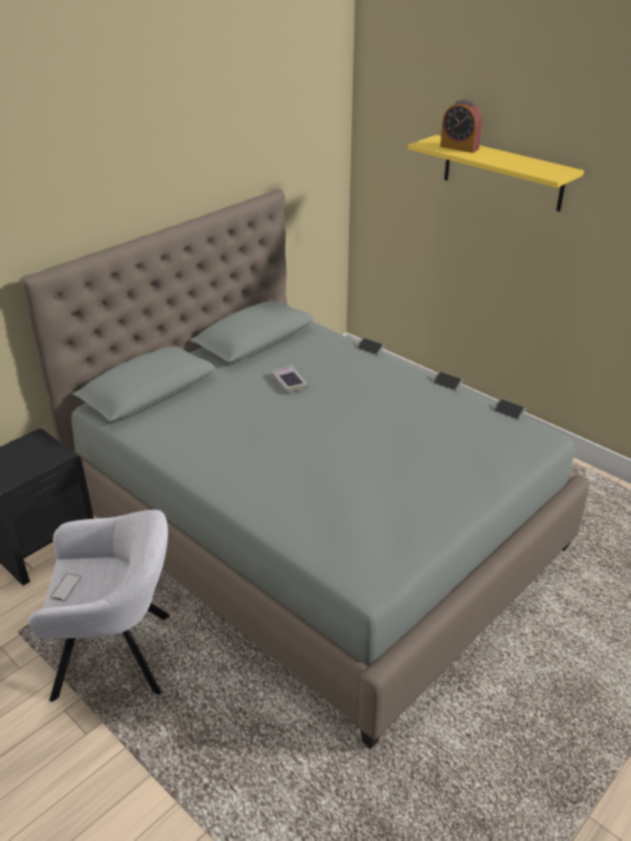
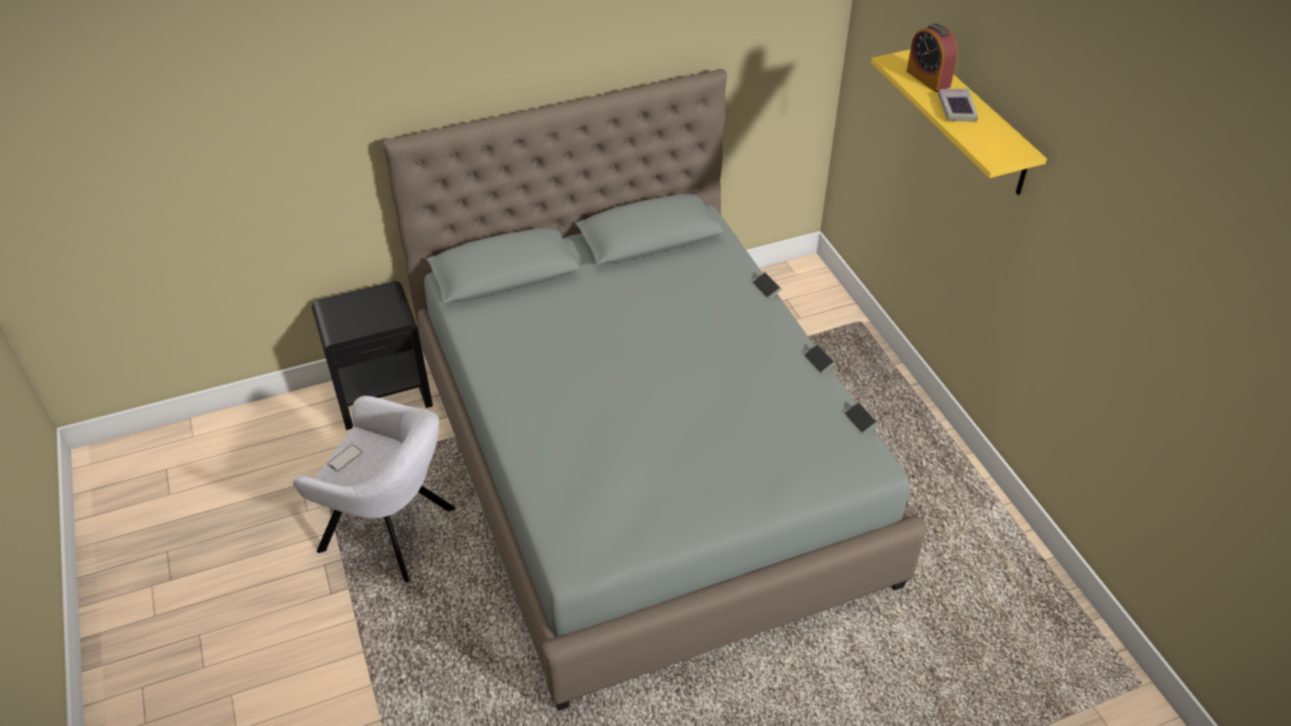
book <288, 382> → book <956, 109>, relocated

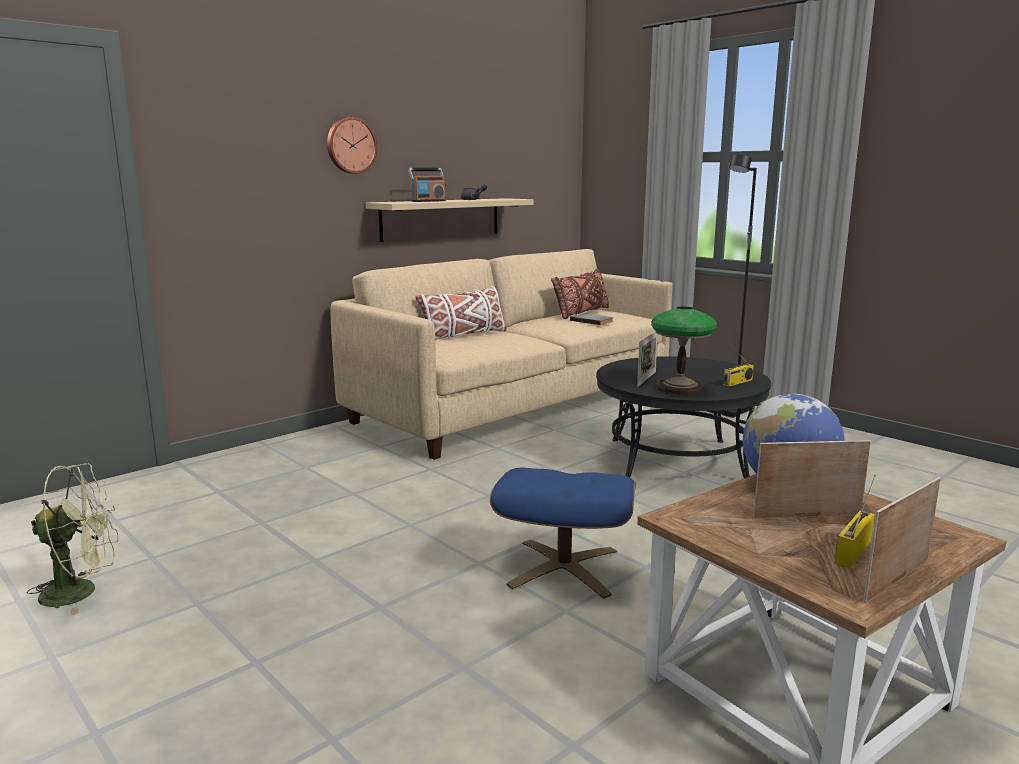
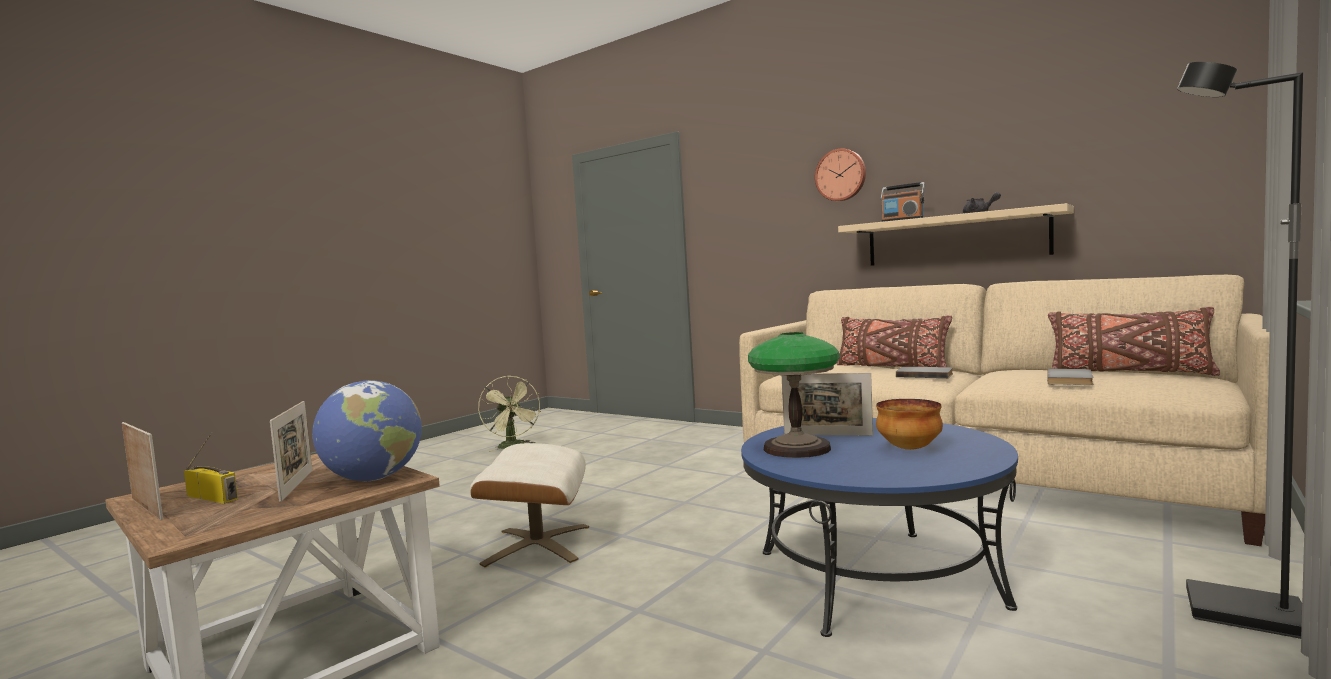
white pillow <463, 335> → brown pillow <891, 368>
blue ottoman <563, 568> → beige ottoman <537, 545>
black coffee table <676, 460> → blue coffee table <876, 577>
radio <737, 382> → -
- → bowl <910, 448>
- → grey book <924, 375>

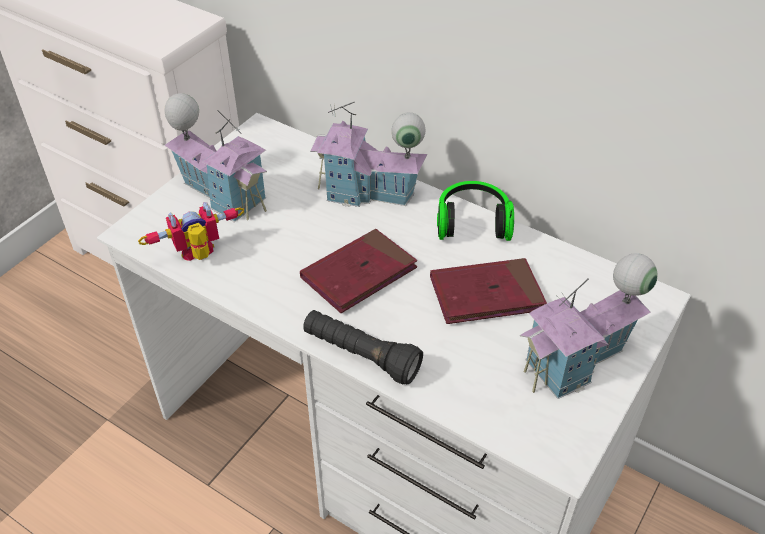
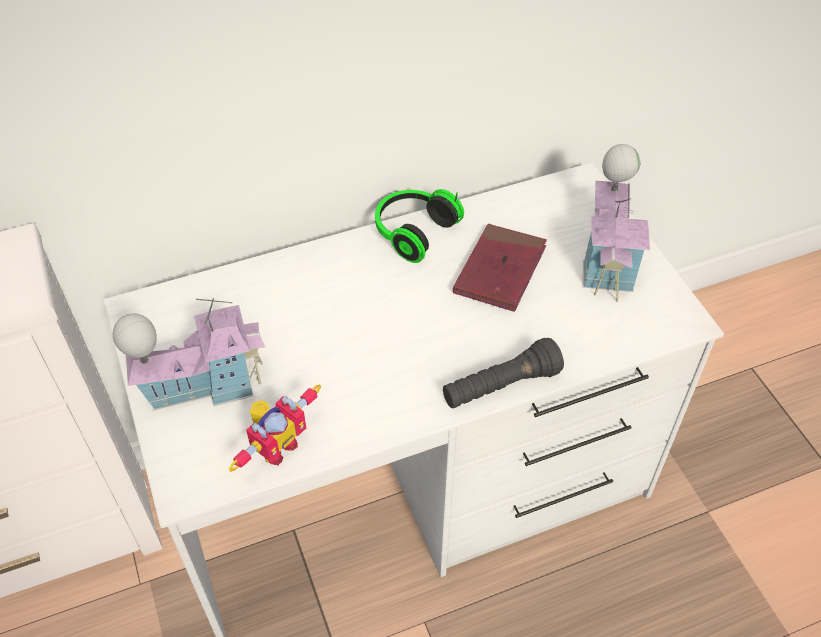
toy robot <199, 256> → toy robot <276, 446>, 150 degrees counterclockwise
red book <359, 274> → -
toy house <368, 193> → -

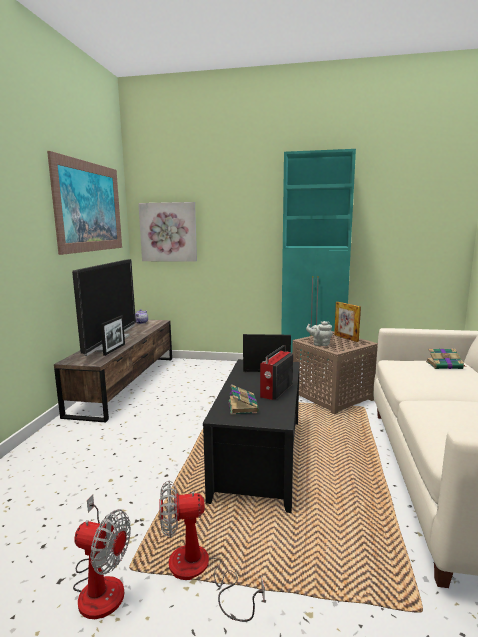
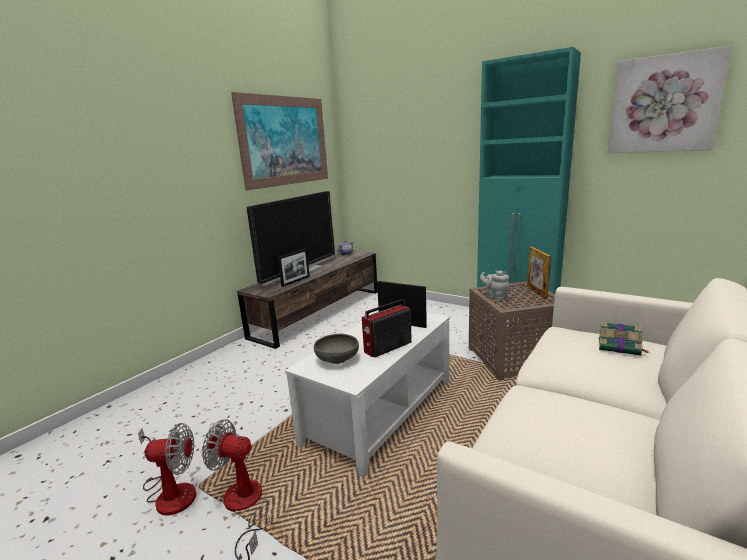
fan <100, 584> → fan <171, 491>, 45 degrees counterclockwise
picture <168, 232> → picture <664, 104>, relocated
black coffee table <259, 457> → white coffee table <380, 411>
book <243, 406> → grey bowl <337, 359>

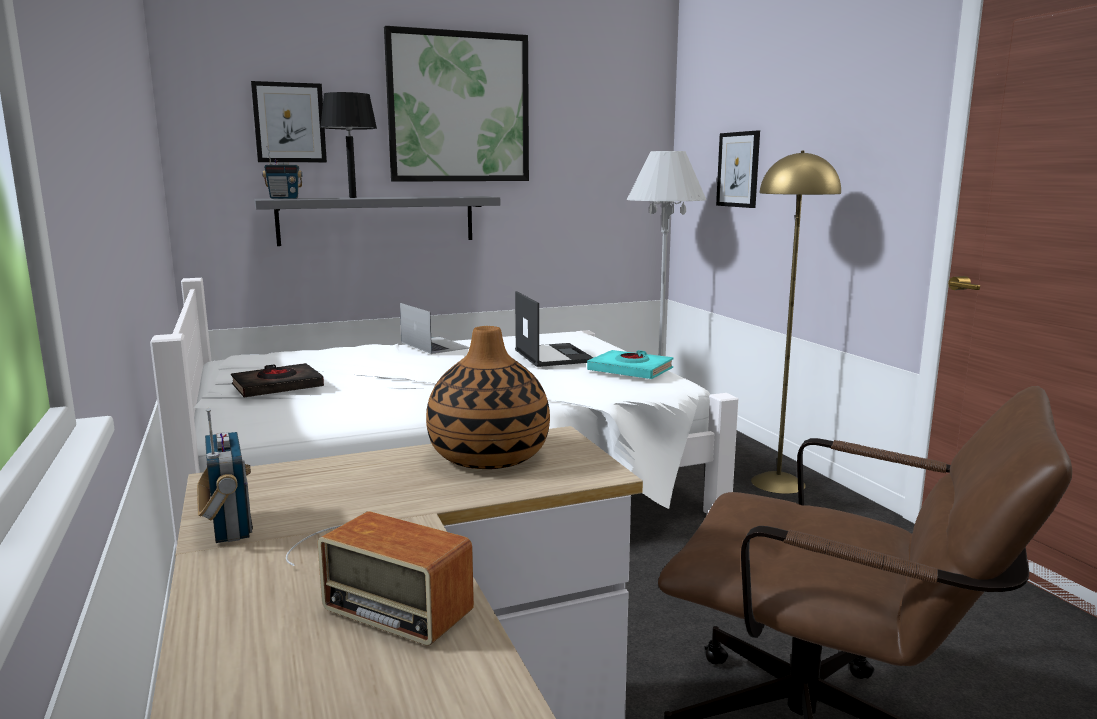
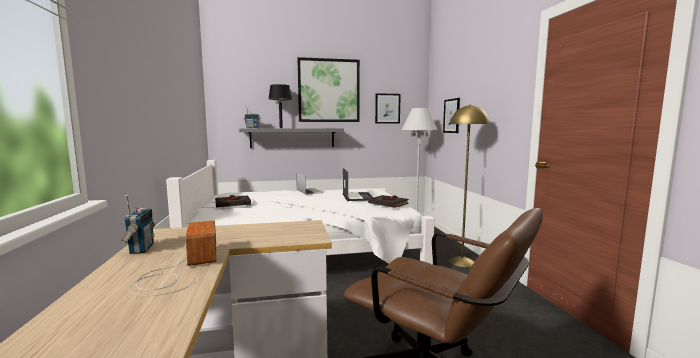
picture <289, 122> → picture <387, 108>, relocated
radio <376, 573> → radio <180, 269>, 150 degrees counterclockwise
vase <488, 456> → -
turquoise book <630, 370> → black book <388, 204>

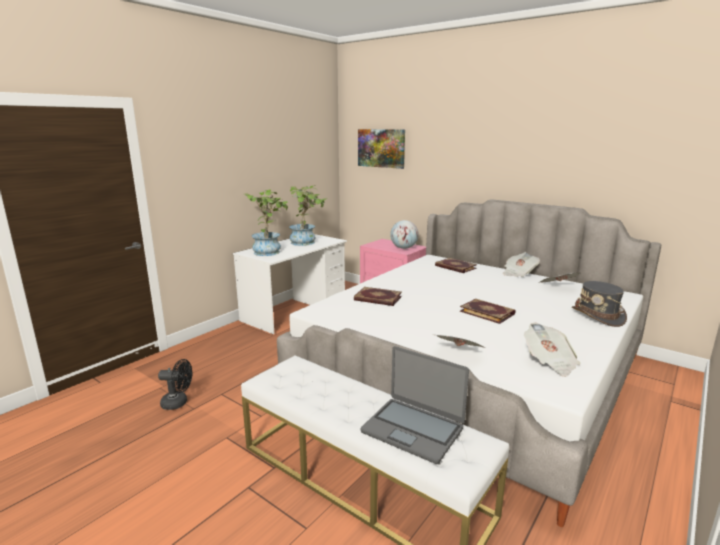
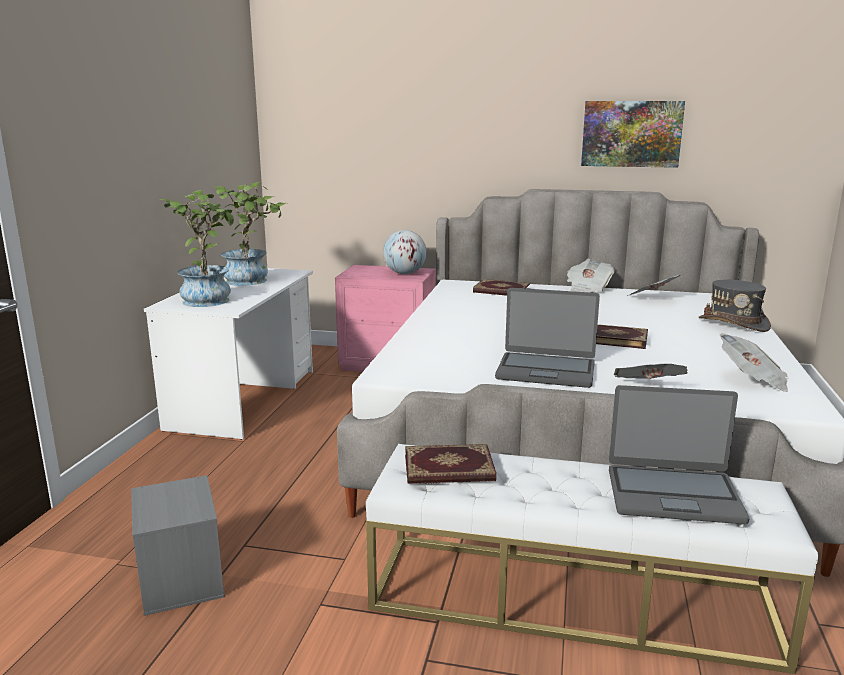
black fan <178, 403> → grey storage box <180, 578>
book <377, 298> → book <449, 469>, relocated
picture <381, 148> → picture <631, 134>, relocated
- → laptop <546, 371>

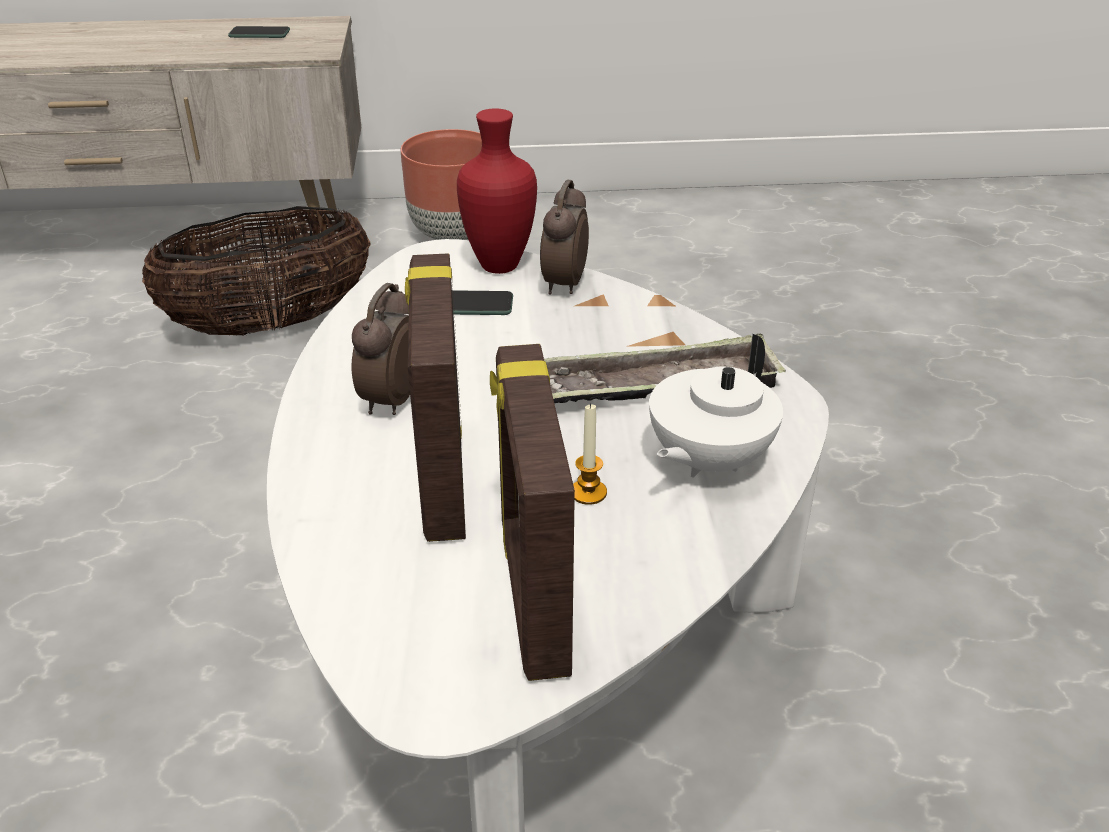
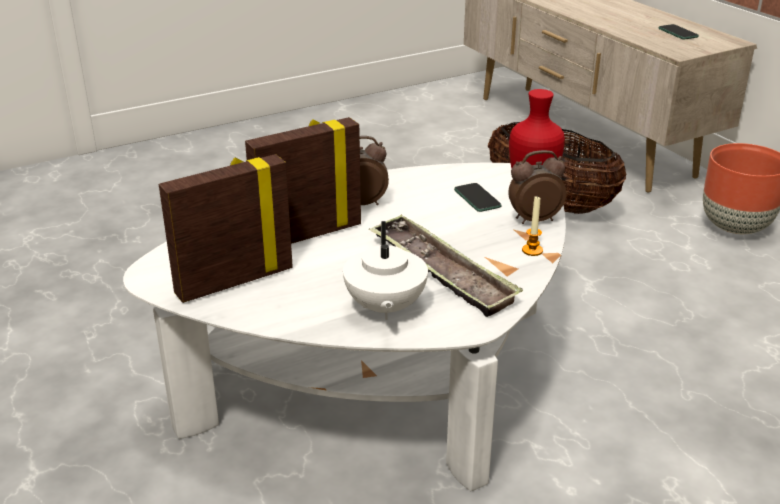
candle <588, 493> → candle <532, 250>, relocated
white teapot <707, 460> → white teapot <384, 308>, 105 degrees counterclockwise

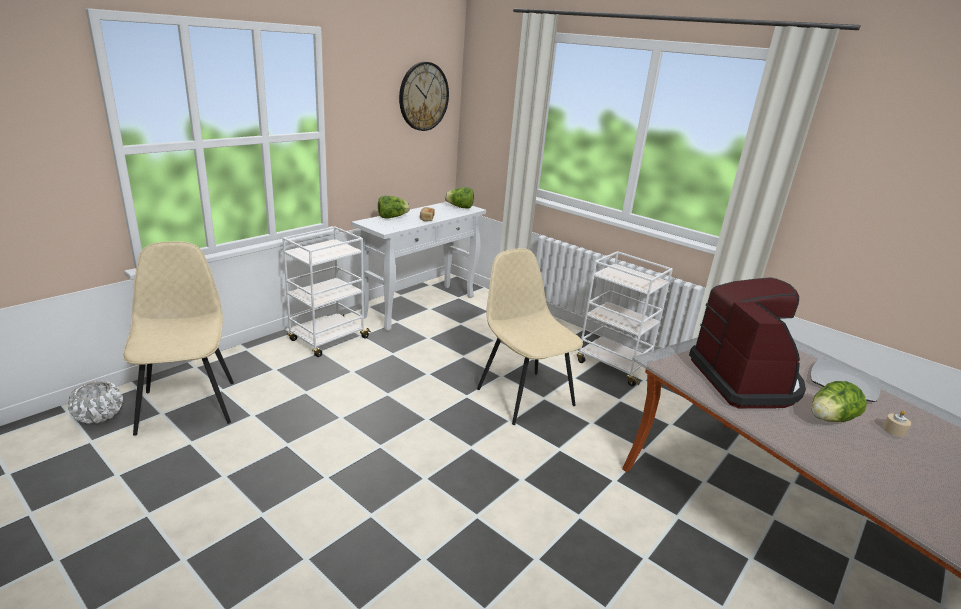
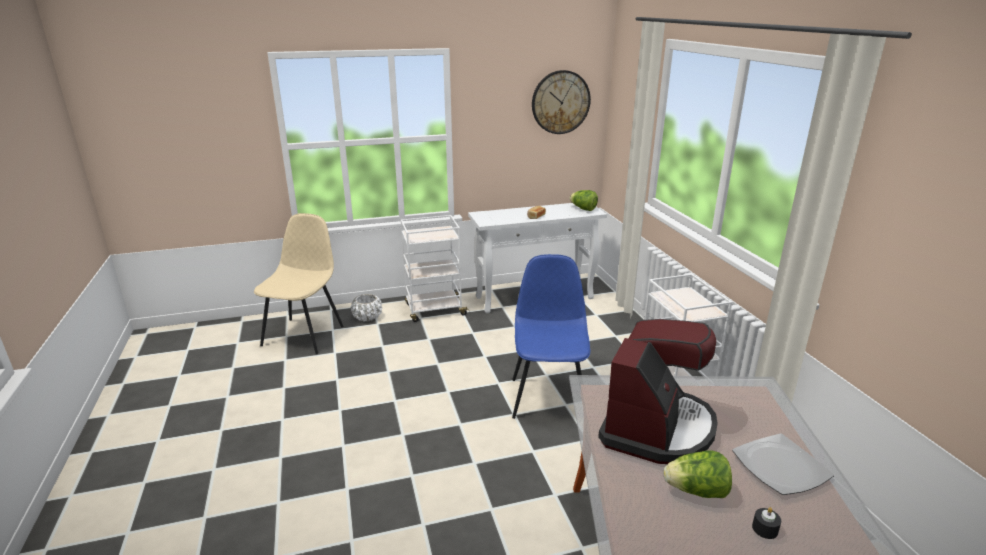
white planter <99, 415> → white planter <367, 317>, relocated
lettuce <392, 217> → -
beige chair <524, 395> → blue chair <549, 397>
beige candle <894, 430> → black candle <765, 529>

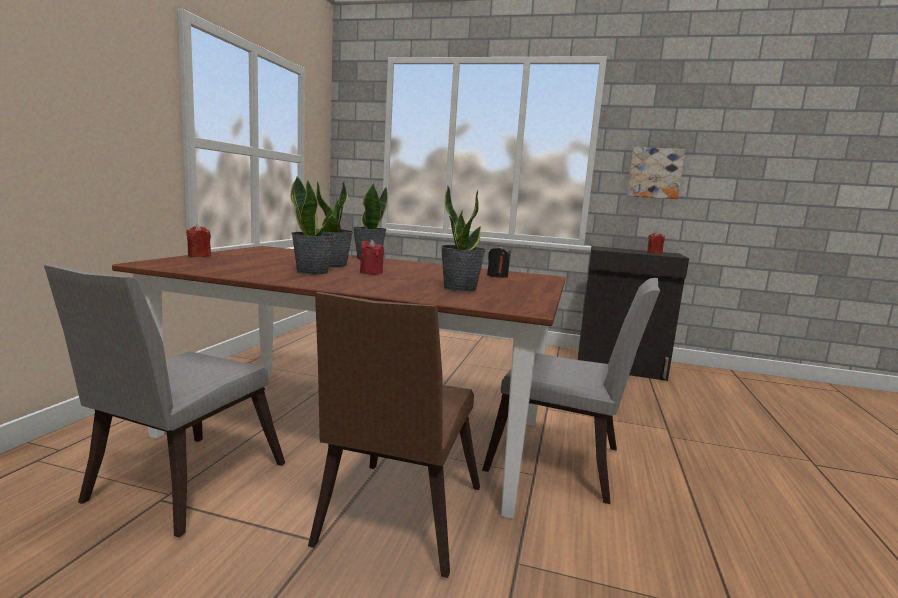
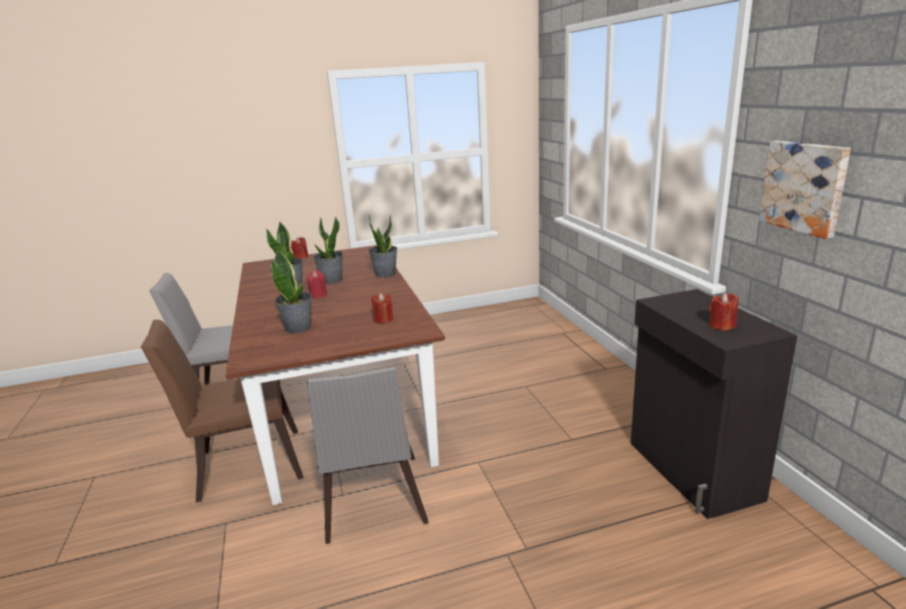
black candle <497, 276> → red candle <383, 319>

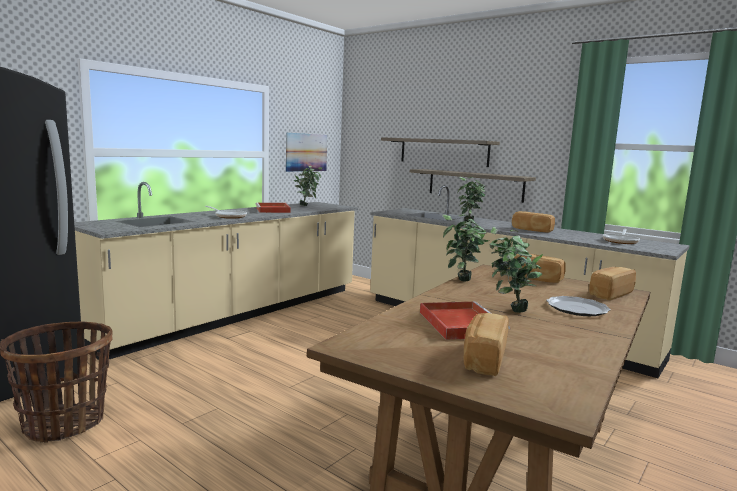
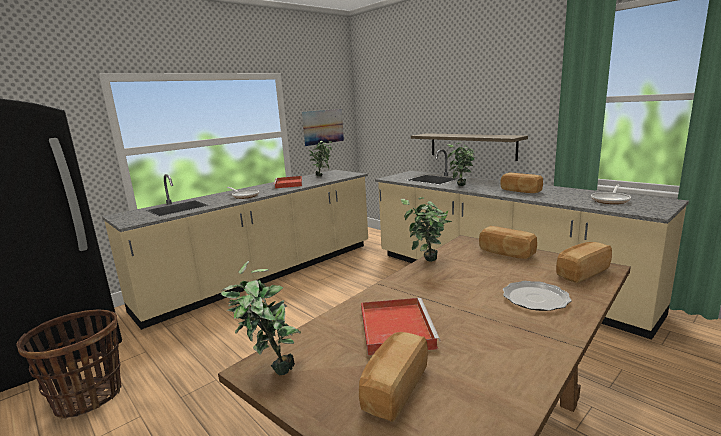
shelf <443, 152> → -
potted plant <508, 311> → potted plant <270, 371>, relocated

